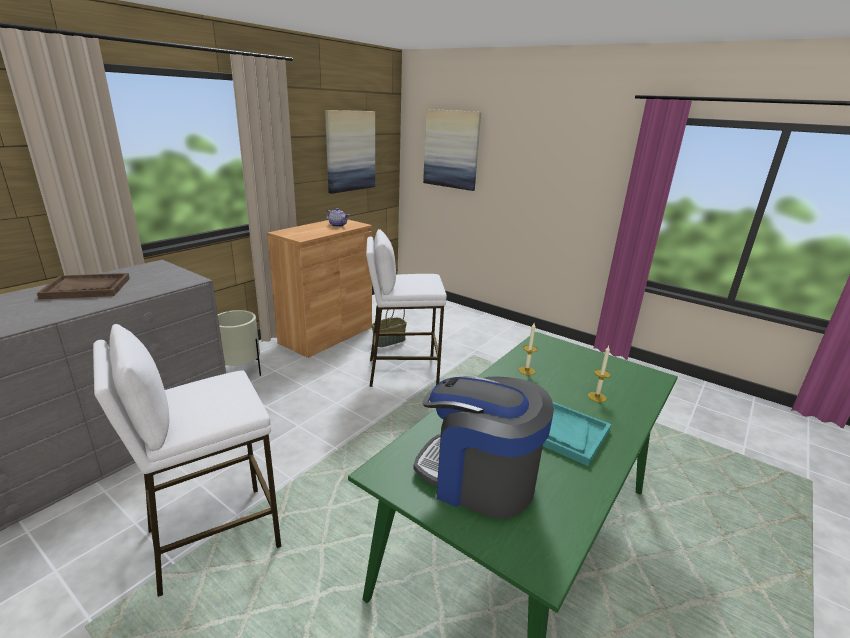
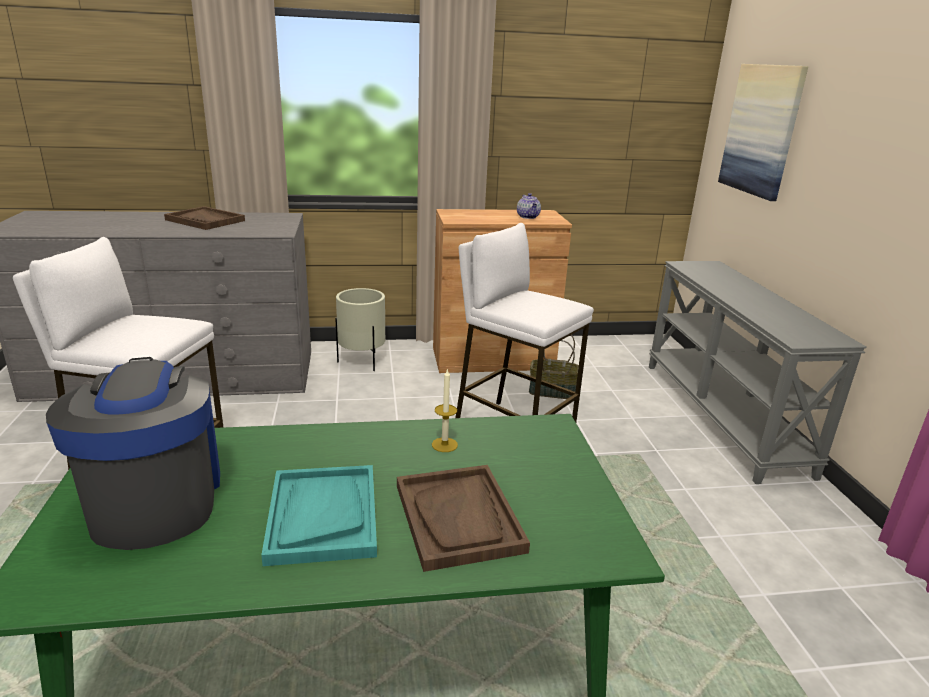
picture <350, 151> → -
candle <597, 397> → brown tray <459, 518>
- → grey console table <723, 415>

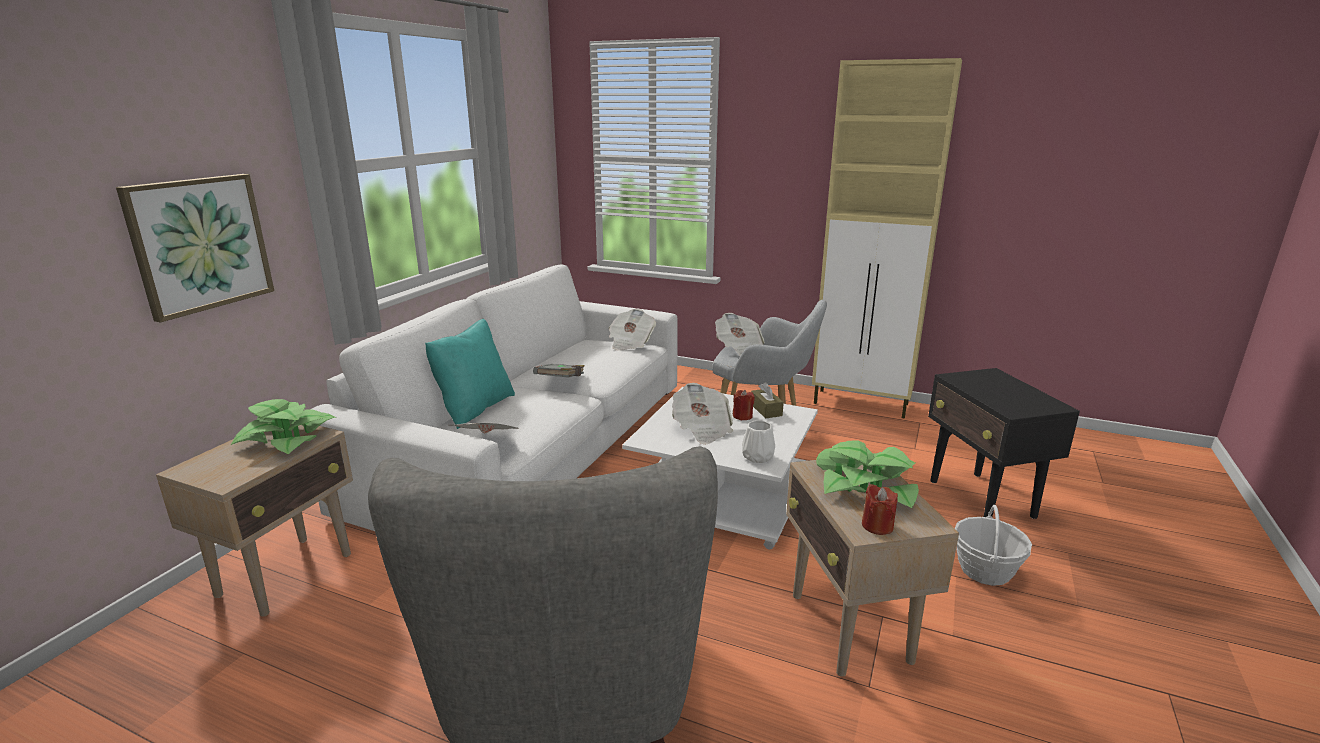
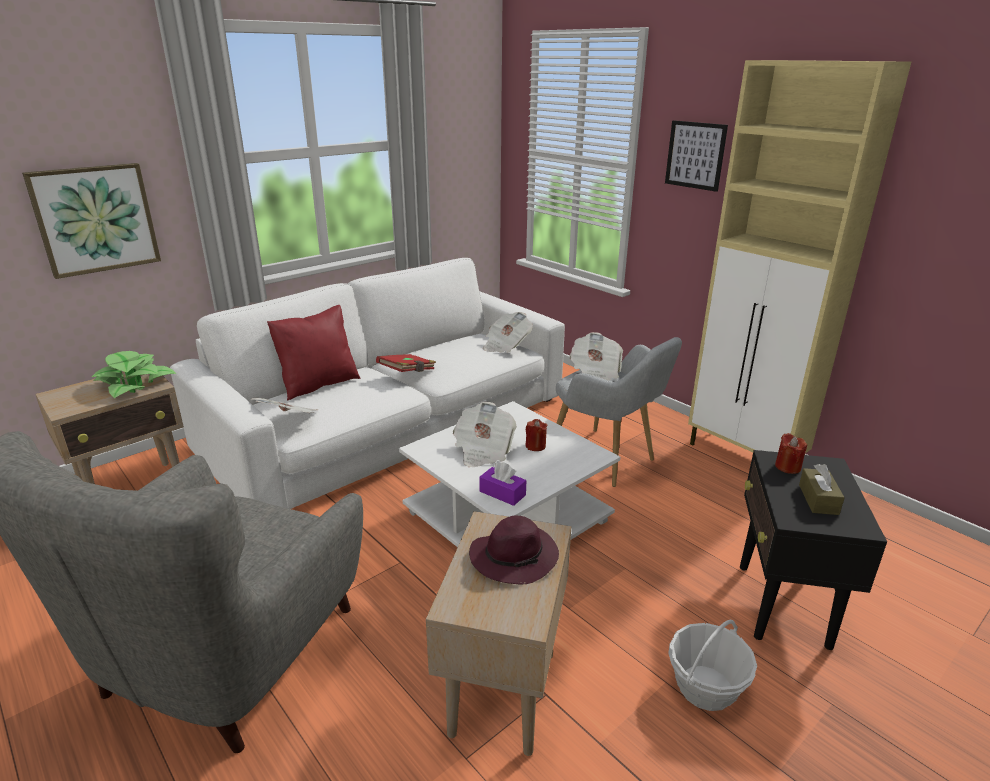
turquoise pillow <474, 408> → red pillow <318, 384>
grey book <561, 381> → red book <407, 373>
white vase <757, 457> → purple tissue box <502, 493>
brown tissue box <766, 410> → brown tissue box <818, 499>, relocated
potted plant <865, 484> → purple hat <515, 557>
red candle <877, 526> → red candle <787, 467>, relocated
- → picture <695, 155>

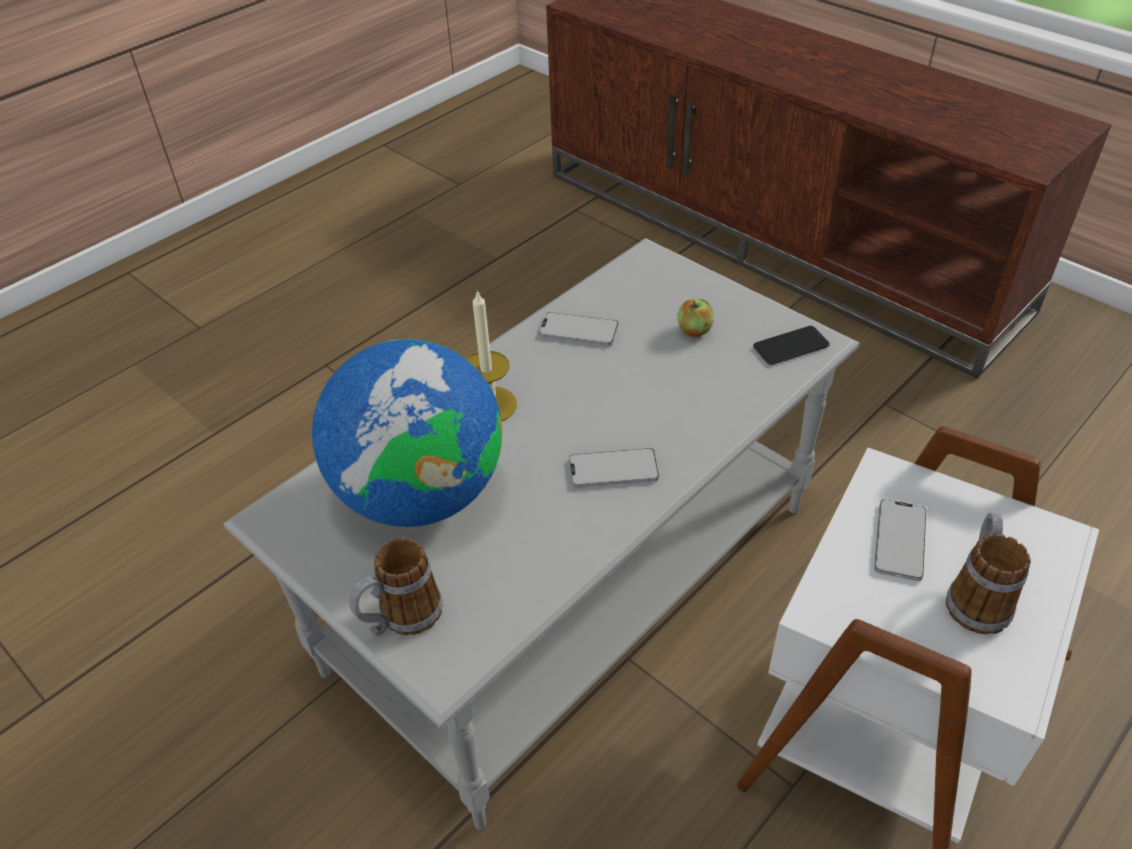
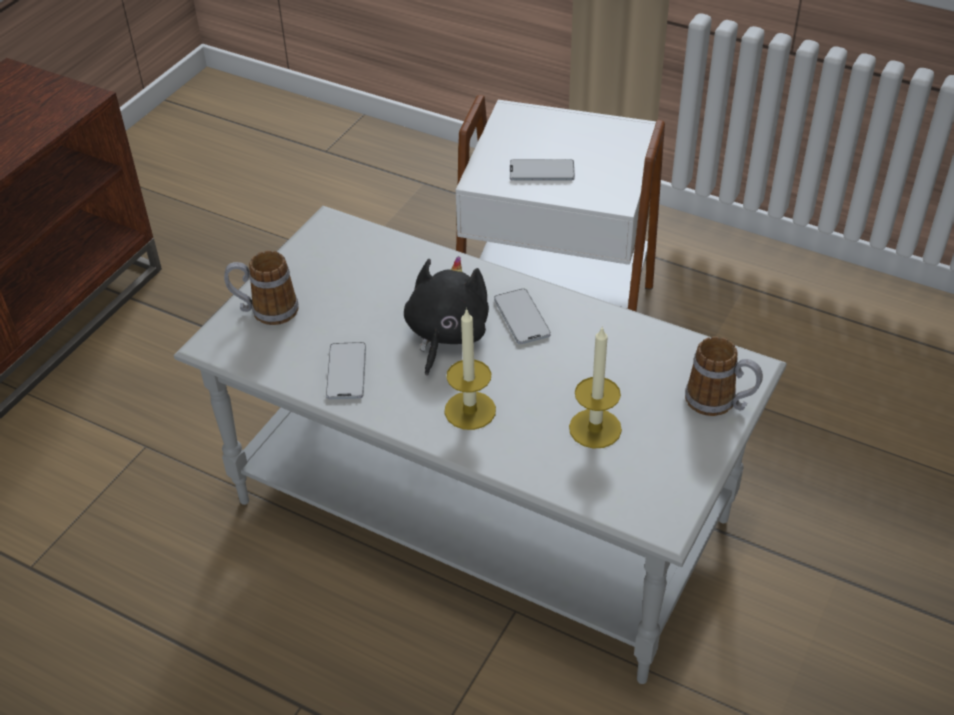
globe <420, 494> → candle <595, 428>
apple <694, 330> → -
phone <791, 346> → -
mug <976, 597> → mug <265, 311>, relocated
- → black plush toy <445, 334>

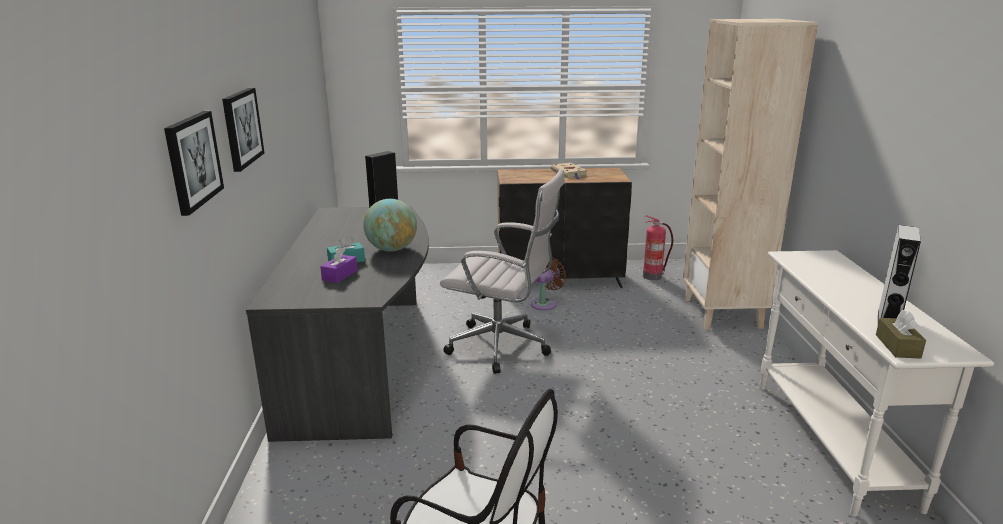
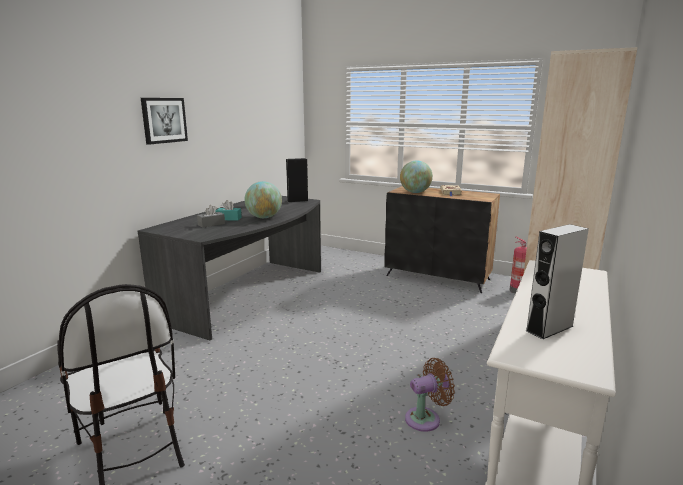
picture <192, 161> → -
purple tissue box <340, 275> → grey tissue box <211, 224>
white office chair <503, 347> → -
brown fan <545, 303> → brown fan <426, 418>, relocated
brown tissue box <897, 346> → -
- → globe <415, 192>

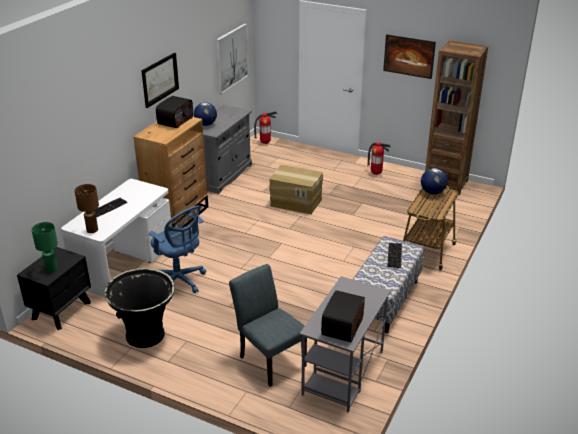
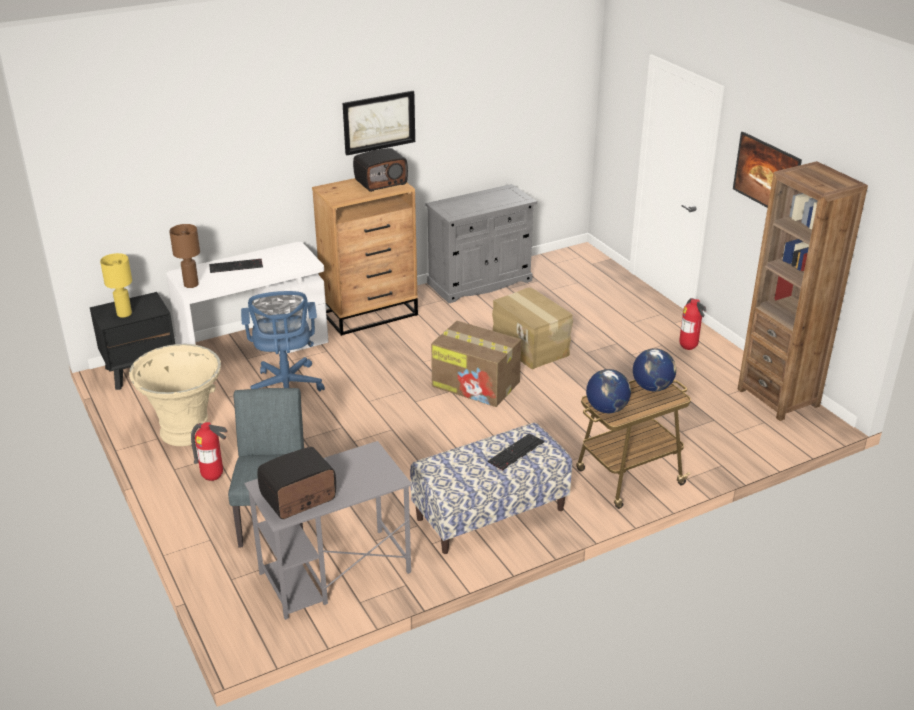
green table lamp <52, 269> → yellow table lamp <124, 314>
black planter <146, 335> → beige planter <185, 432>
globe <206, 124> → globe <607, 409>, relocated
picture <232, 58> → -
fire extinguisher <265, 143> → fire extinguisher <213, 477>, relocated
- → cardboard box <477, 384>

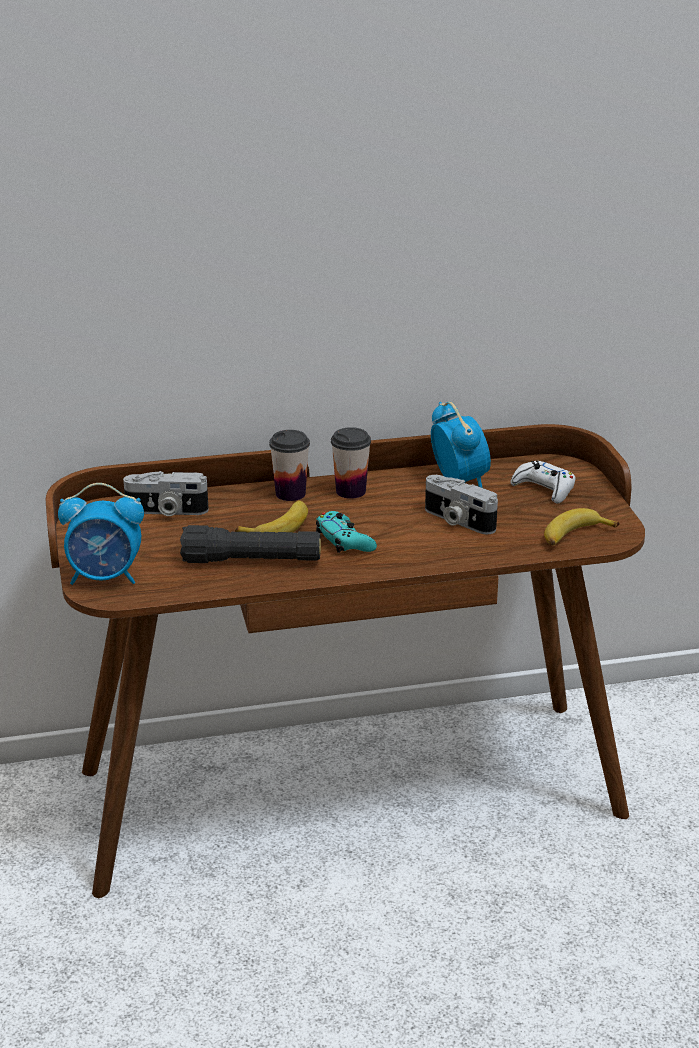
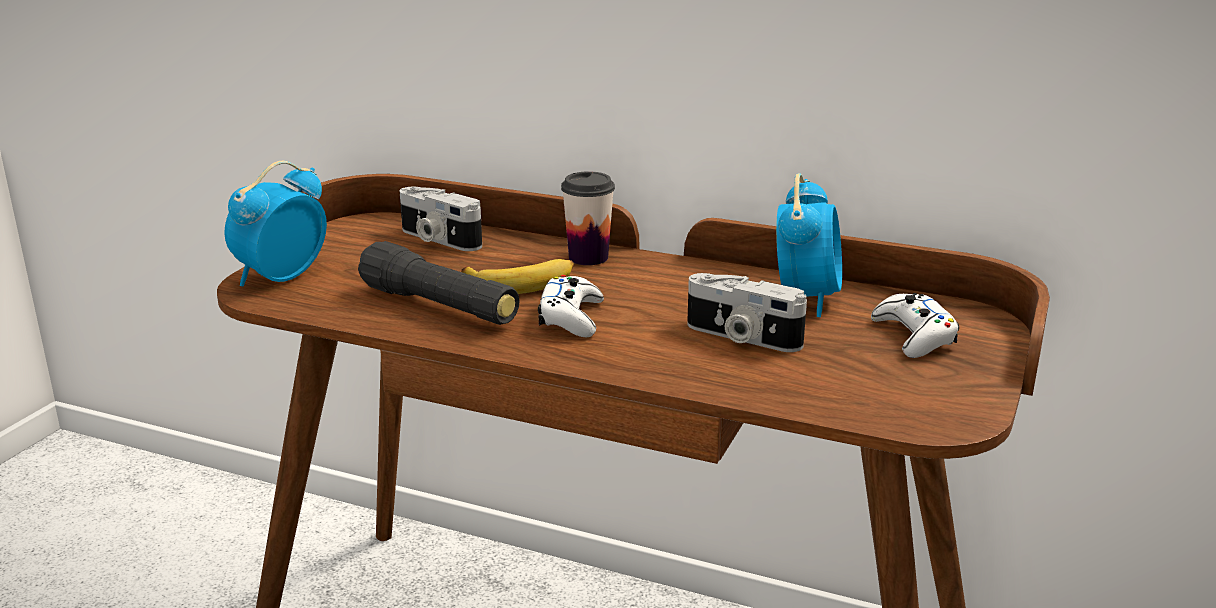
alarm clock <106, 577> → alarm clock <280, 278>, 90 degrees clockwise
turquoise game controller <344, 541> → white game controller <571, 318>
cup <350, 491> → -
photo camera <457, 521> → photo camera <741, 337>, 45 degrees counterclockwise
banana <574, 536> → -

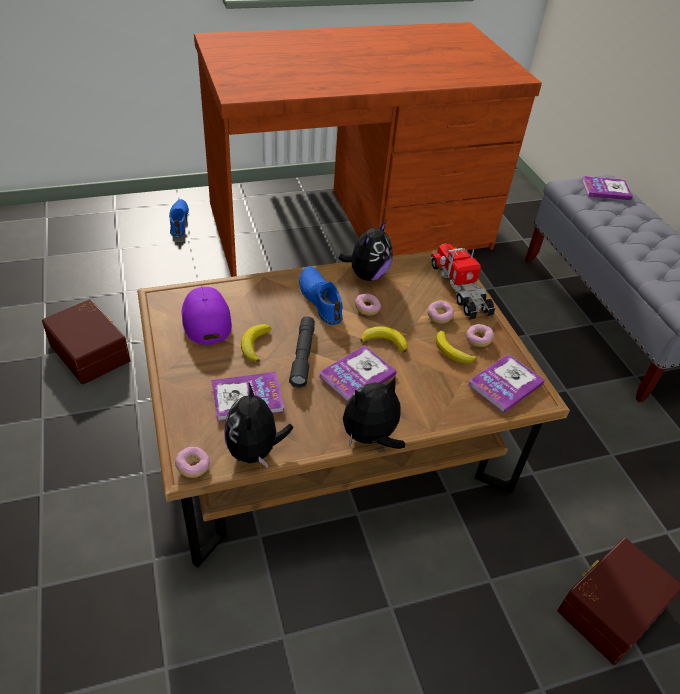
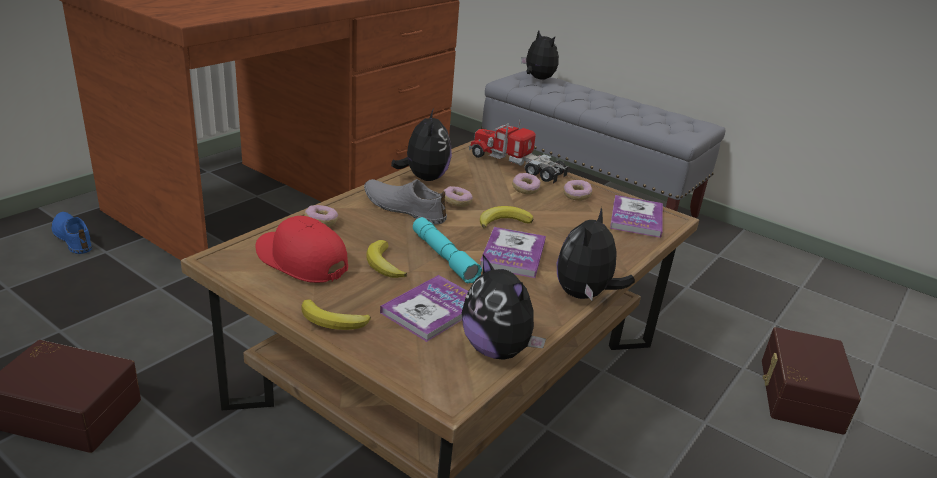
donut <193, 466> → donut <321, 222>, relocated
purple cap <205, 319> → red cap <301, 260>
grey flashlight <303, 356> → turquoise flashlight <444, 257>
blue shoe <320, 299> → grey shoe <404, 208>
banana <452, 351> → banana <333, 321>, relocated
book <605, 189> → plush toy <537, 79>

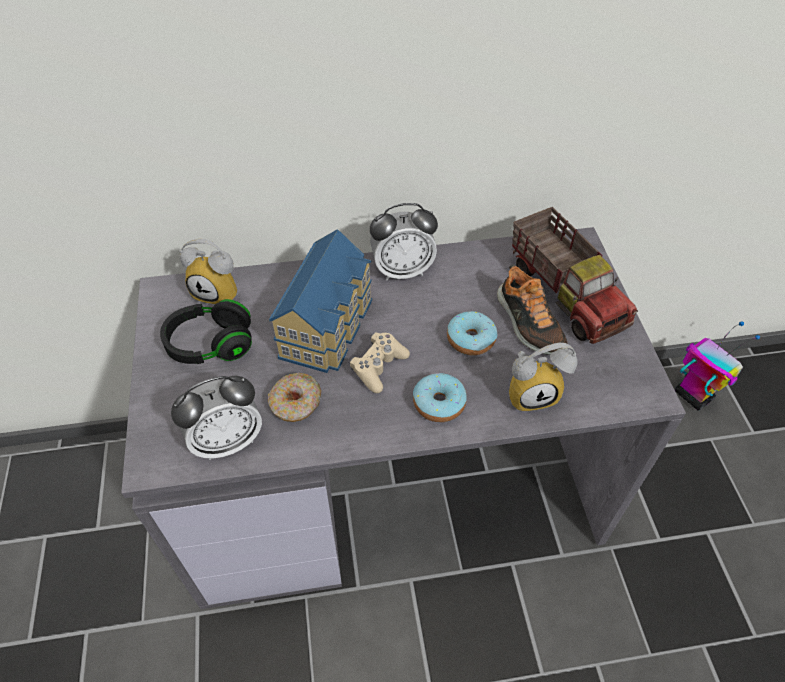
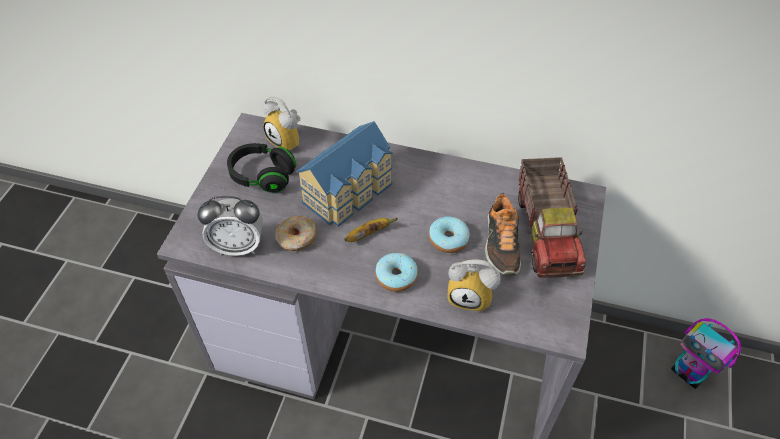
beige game controller <378, 367> → banana <368, 234>
alarm clock <402, 270> → -
toy robot <692, 395> → toy robot <689, 373>, 150 degrees clockwise

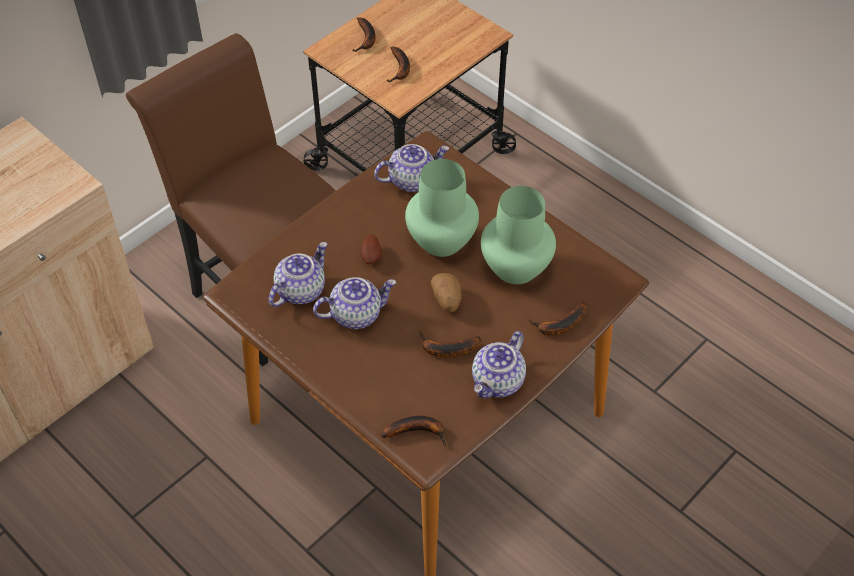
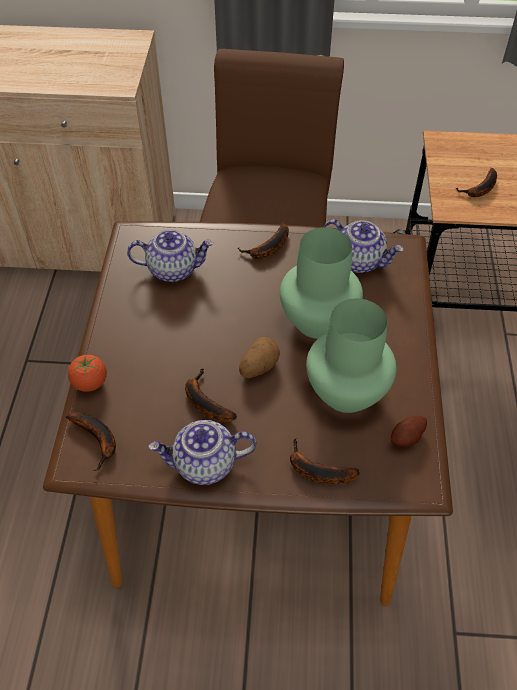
teapot <356, 314> → -
banana <366, 39> → banana <268, 248>, relocated
potato <371, 256> → potato <407, 438>, relocated
- → tomato <90, 383>

